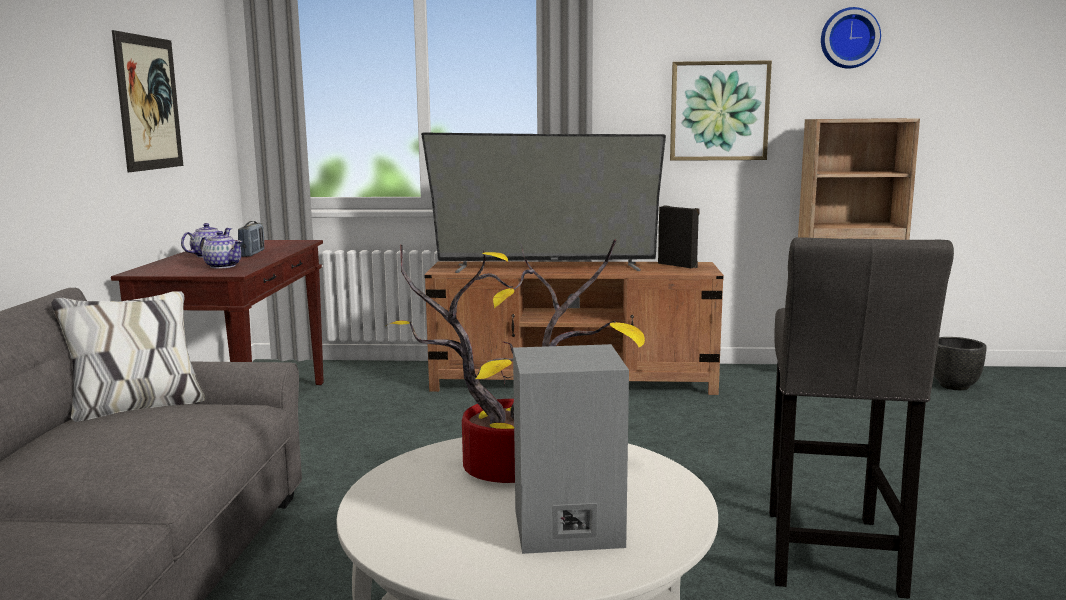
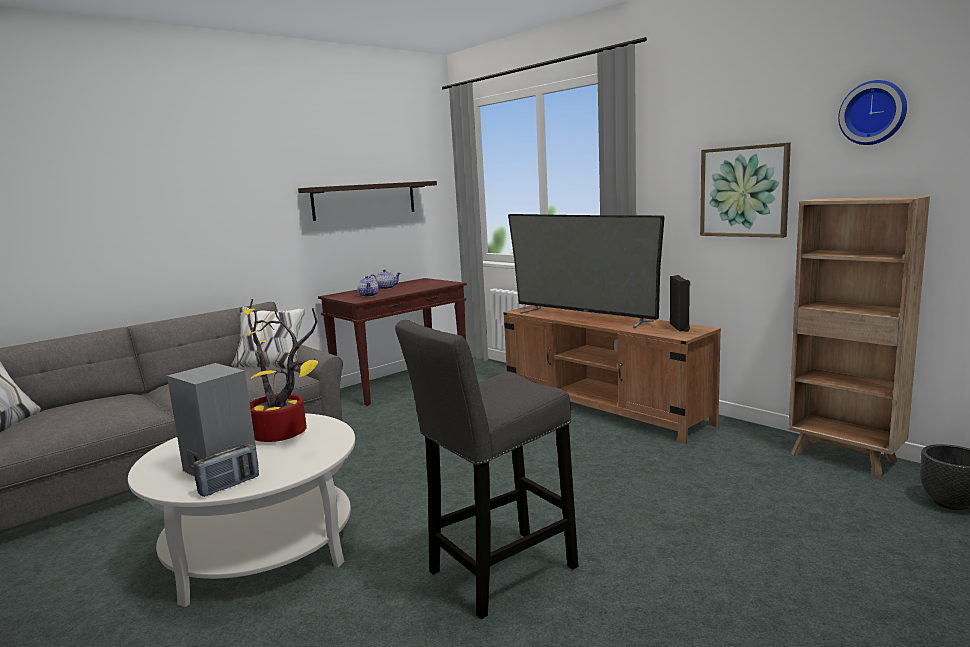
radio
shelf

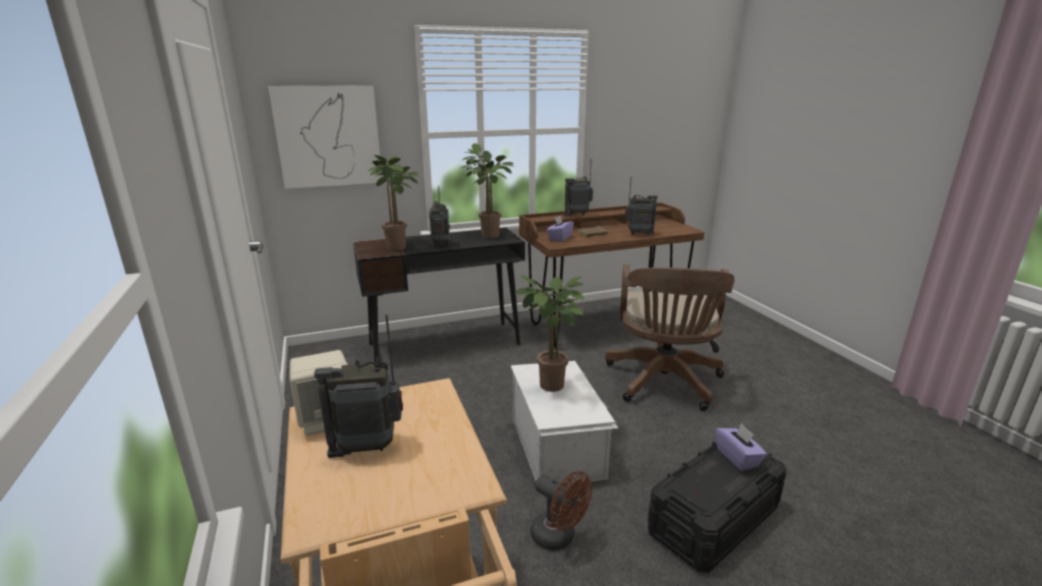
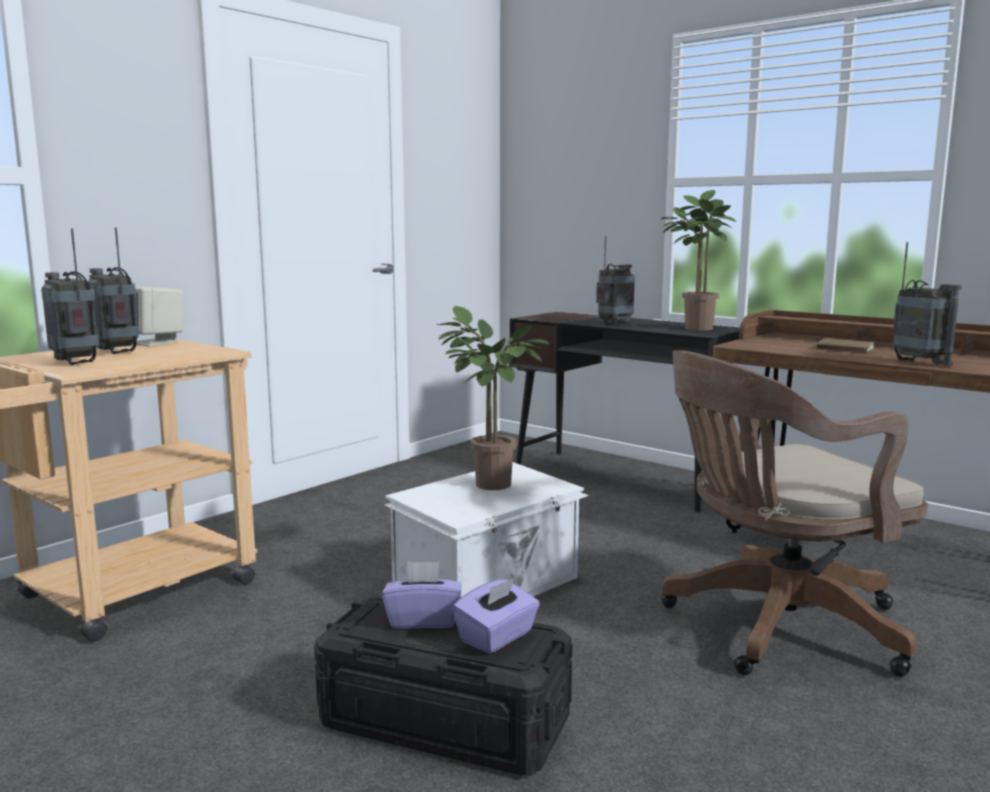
picture
potted plant (no. 1 from left in the first image)
fan/brown
tissue box/purple (no. 1 from left)
radio (no. 1 from left)

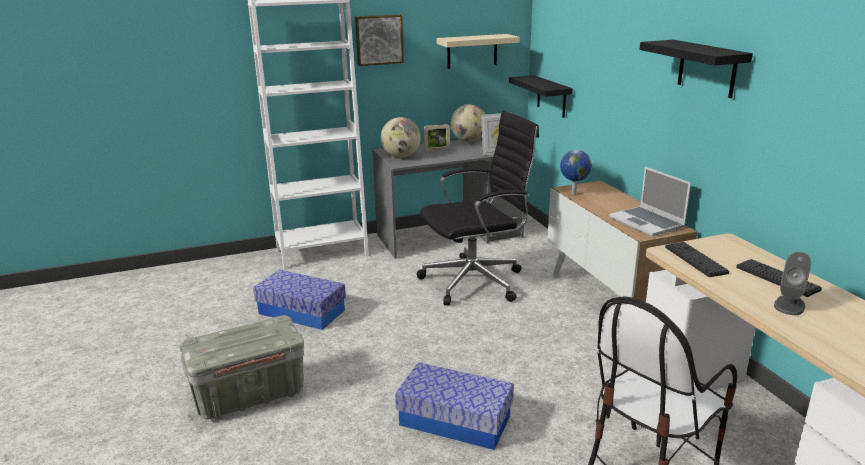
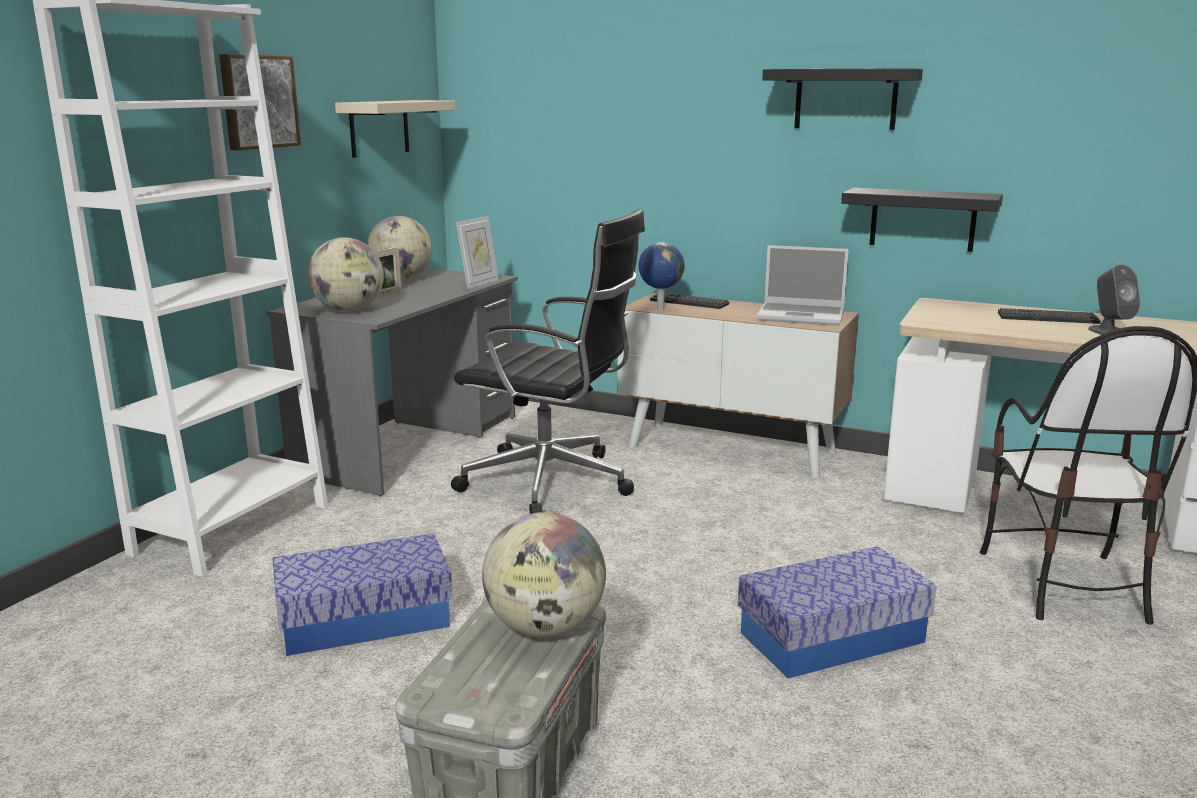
globe (no. 3 from left)
shelf/black (no. 2 from left)
keyboard (no. 1 from left)
office chair/black

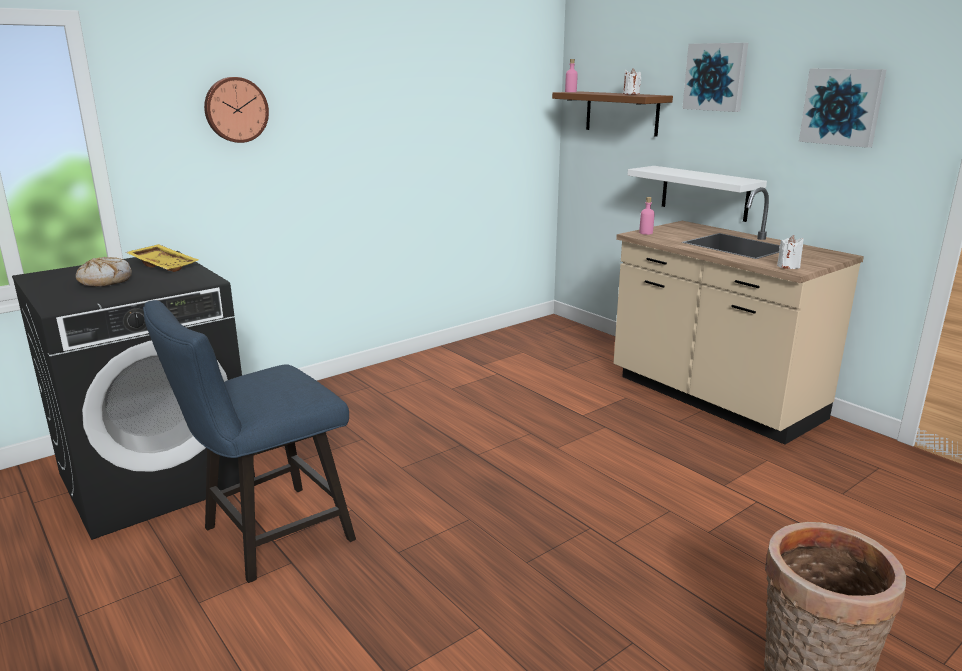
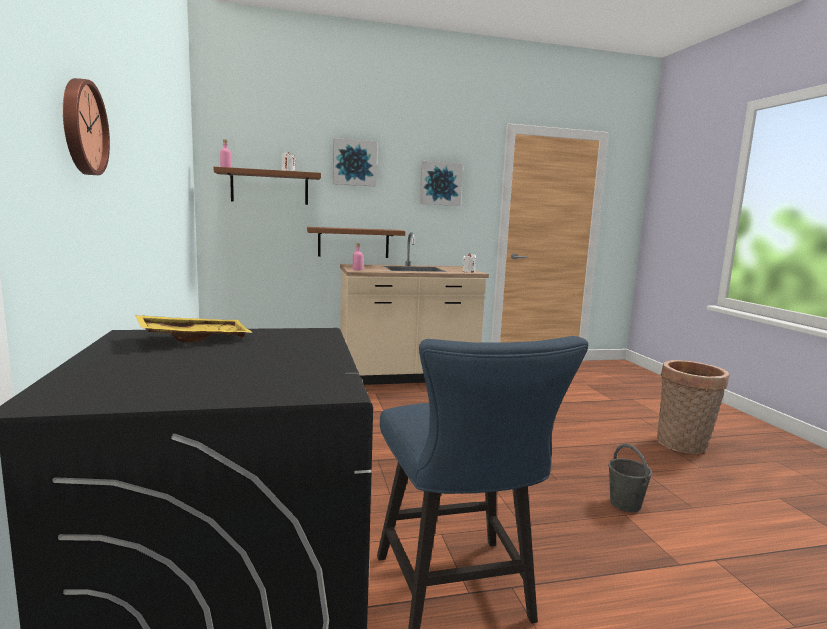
bread
bucket/grey
shelf/brown (no. 2 from left)

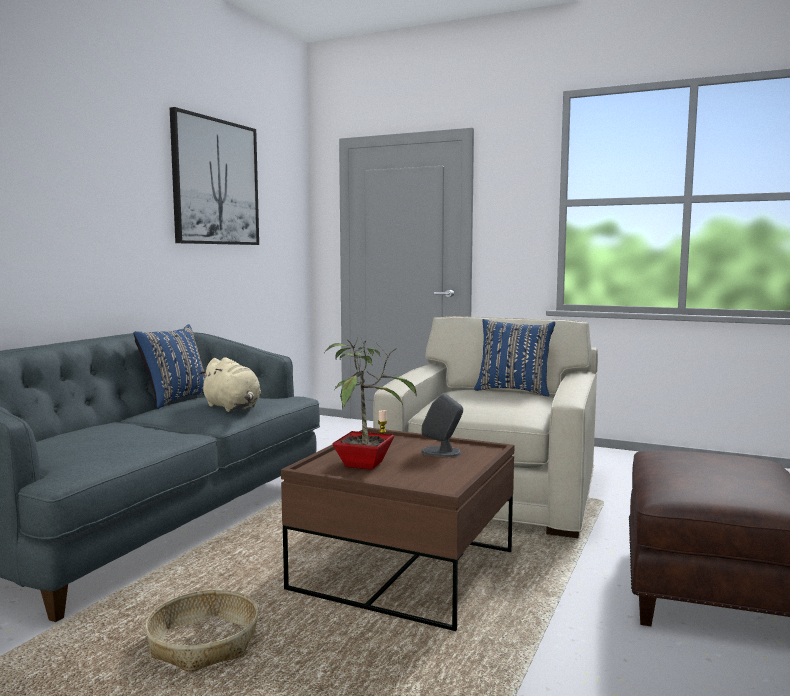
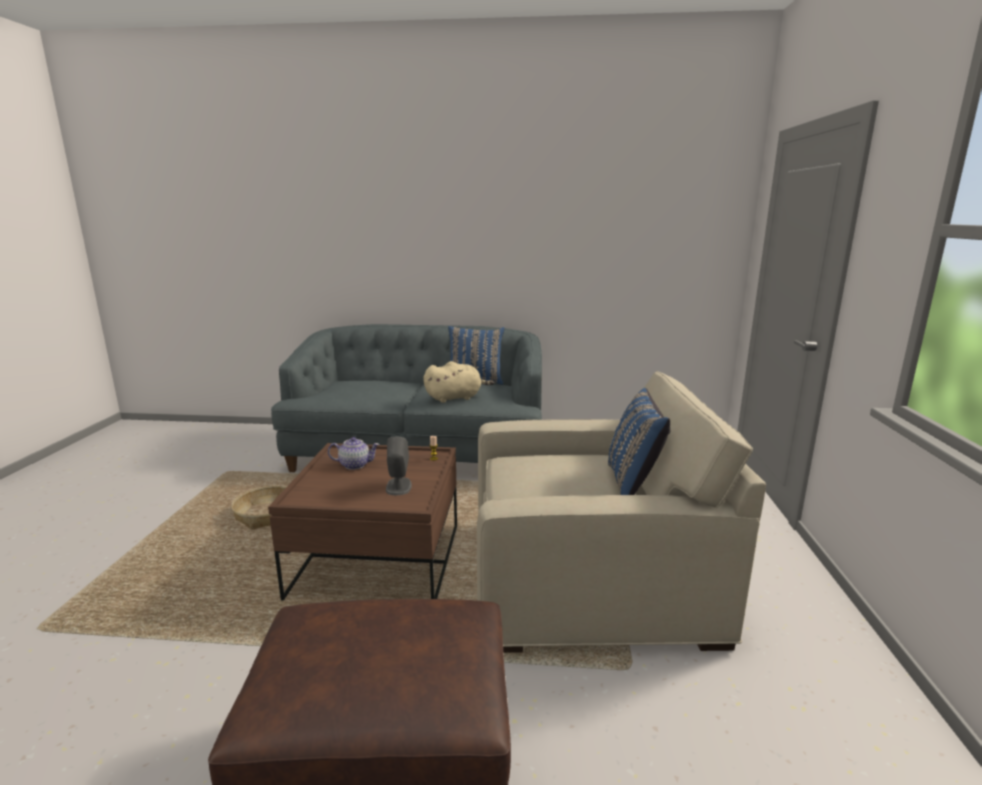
picture
teapot
plush toy/beige

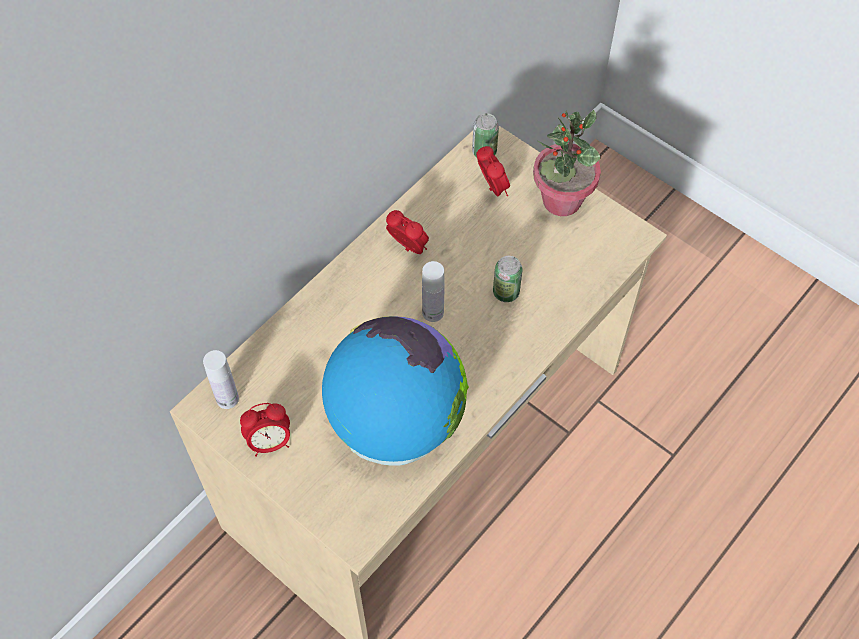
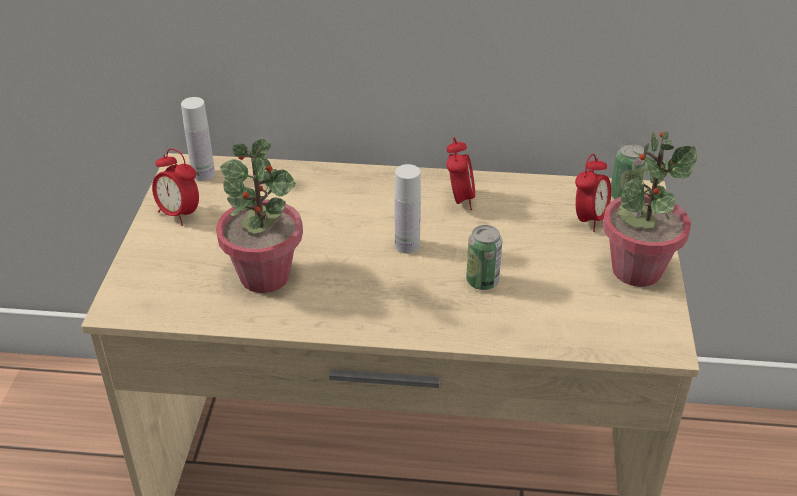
potted plant (no. 1 from left)

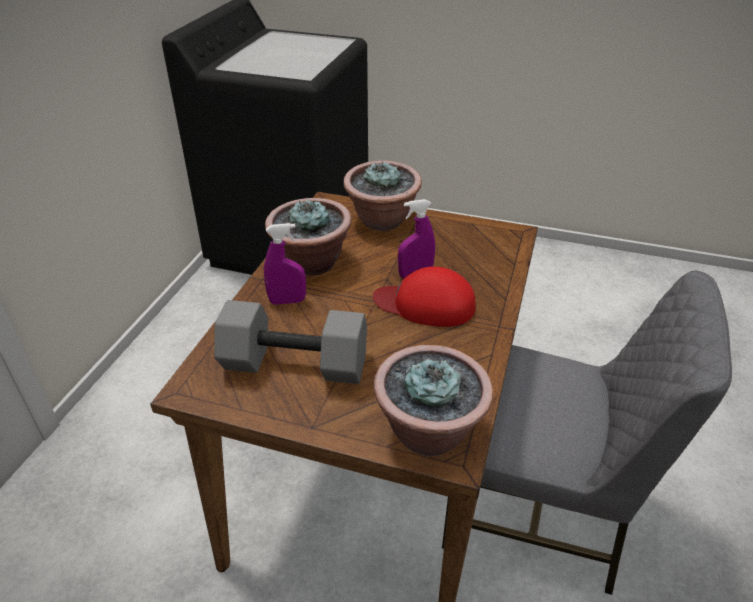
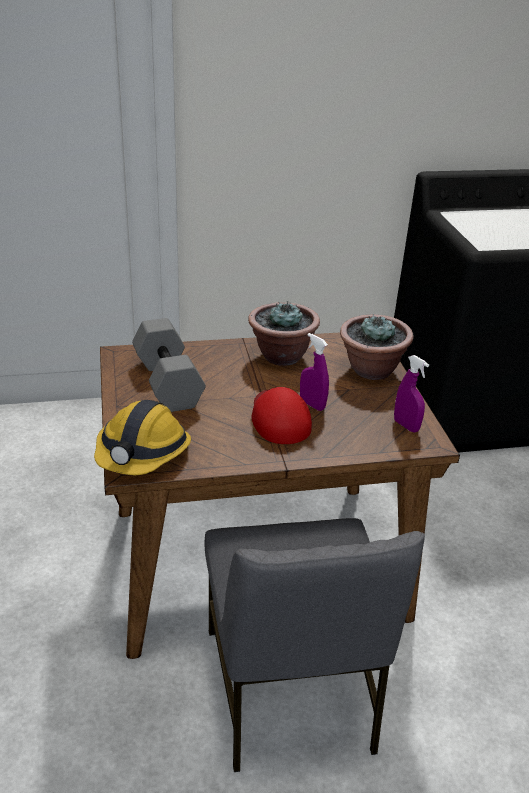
spray bottle/purple (no. 2 from left)
hard hat

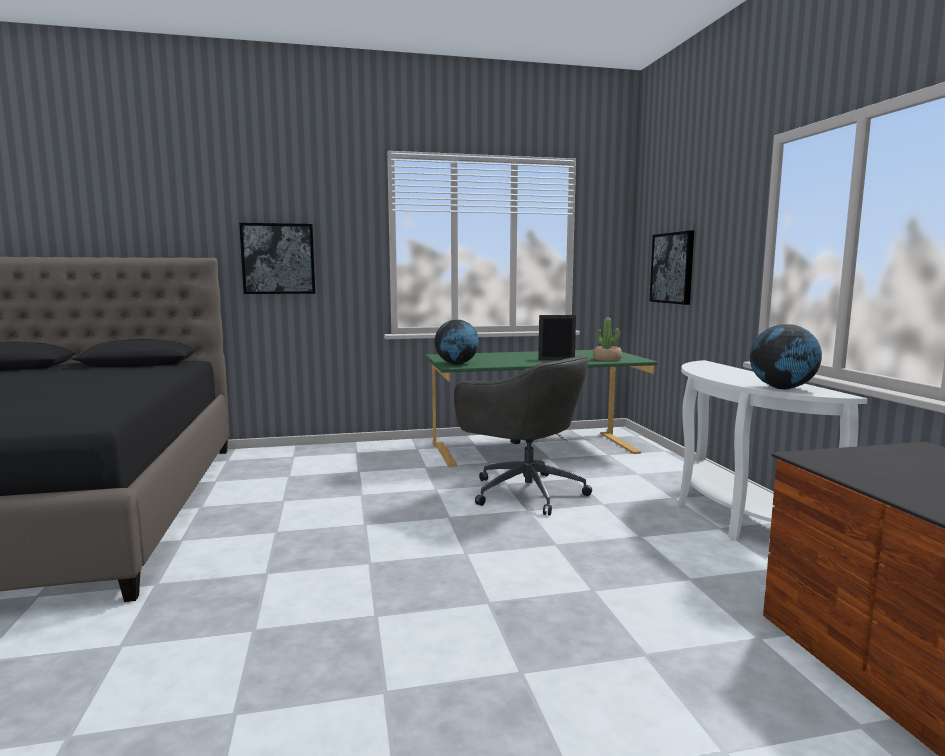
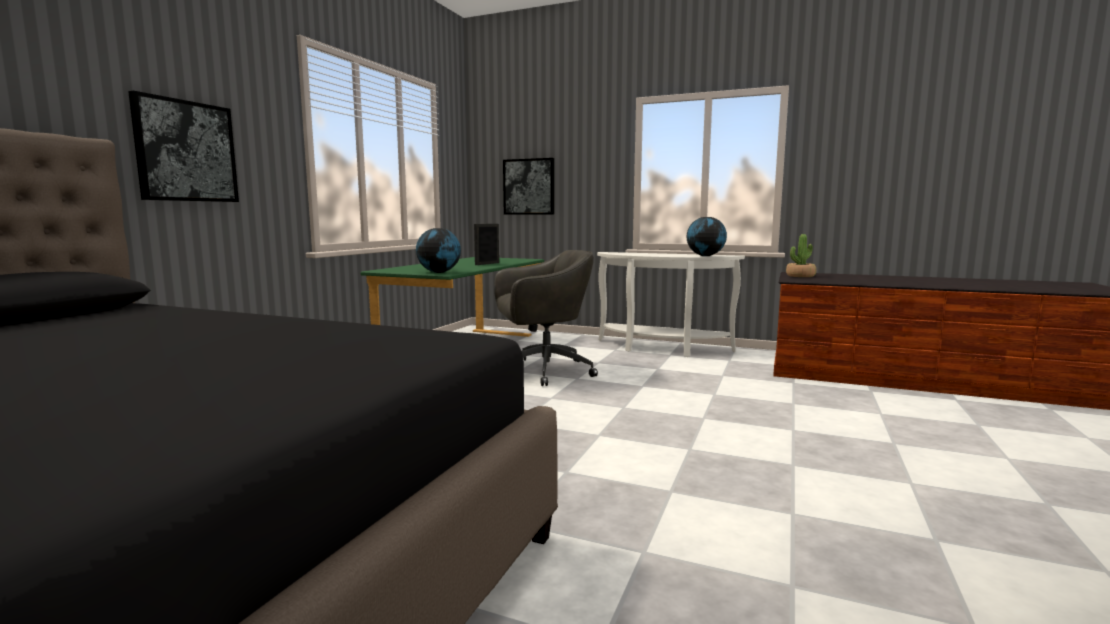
potted plant

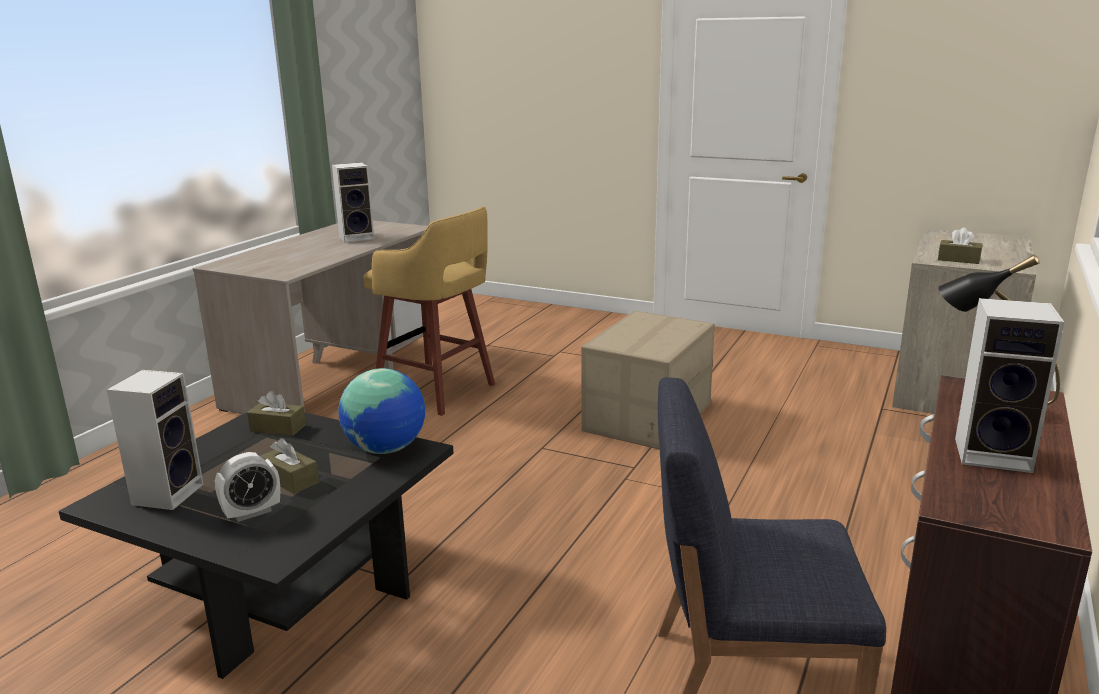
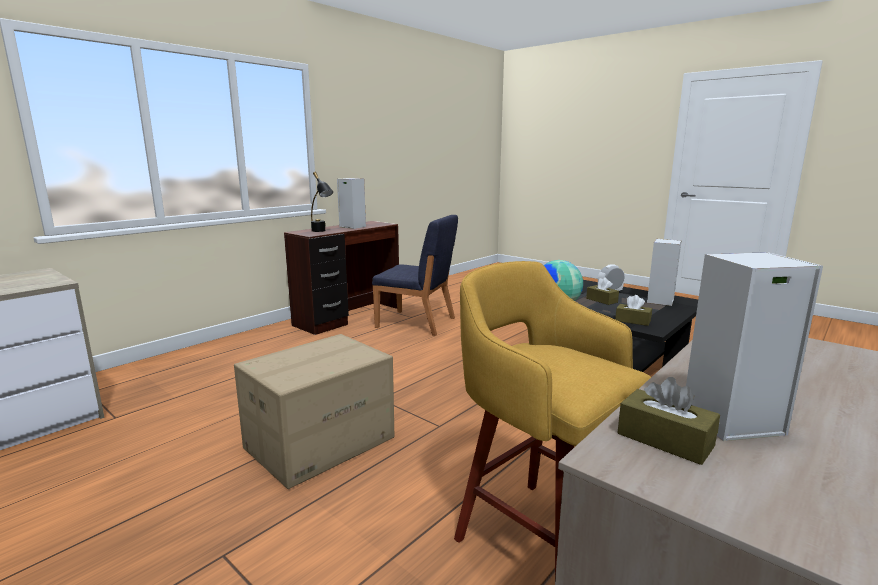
tissue box/brown (no. 3 from left)

